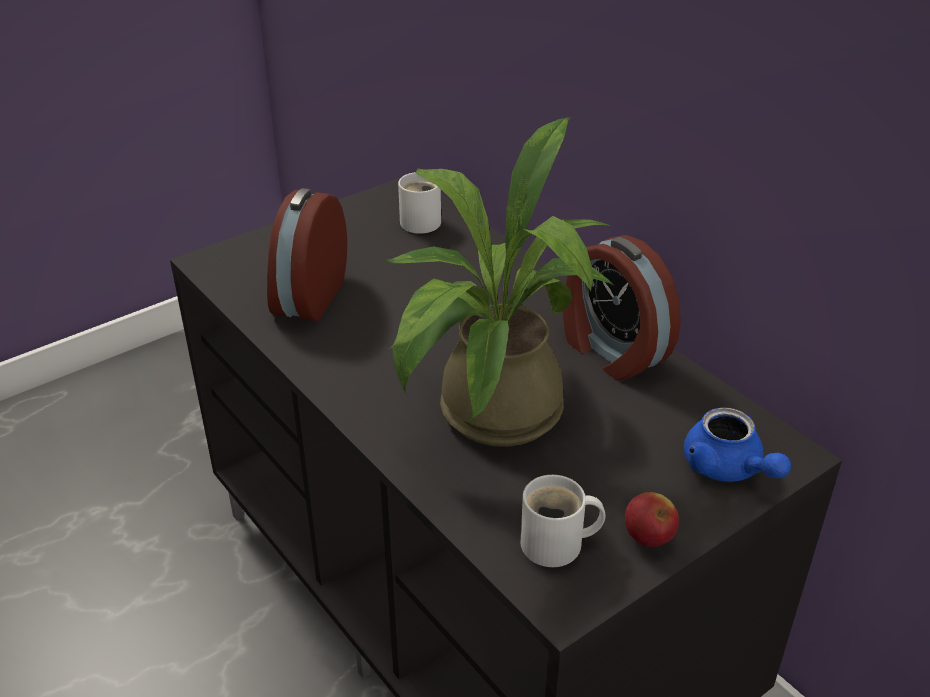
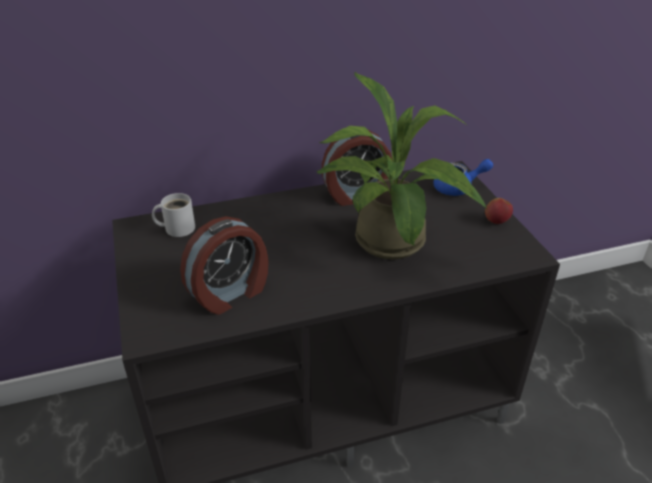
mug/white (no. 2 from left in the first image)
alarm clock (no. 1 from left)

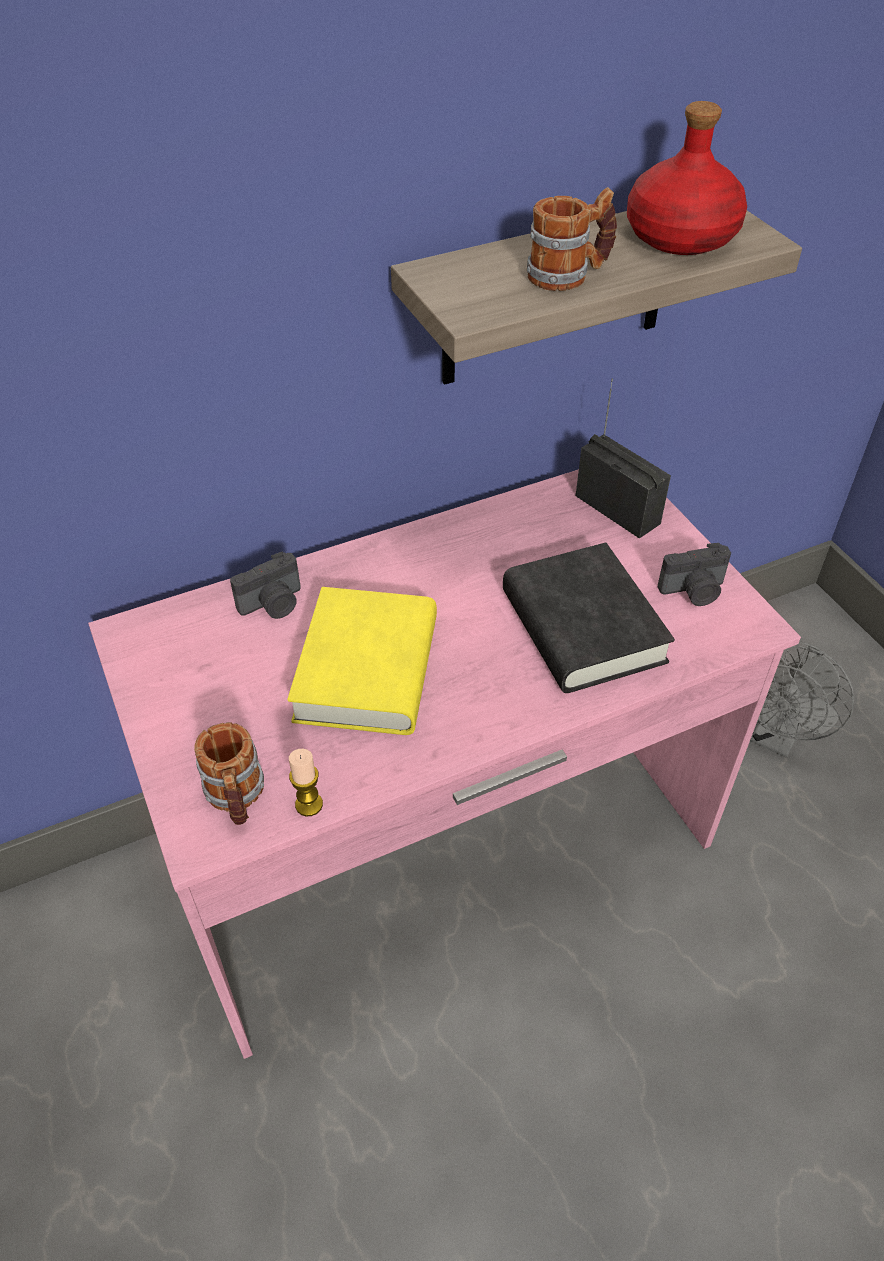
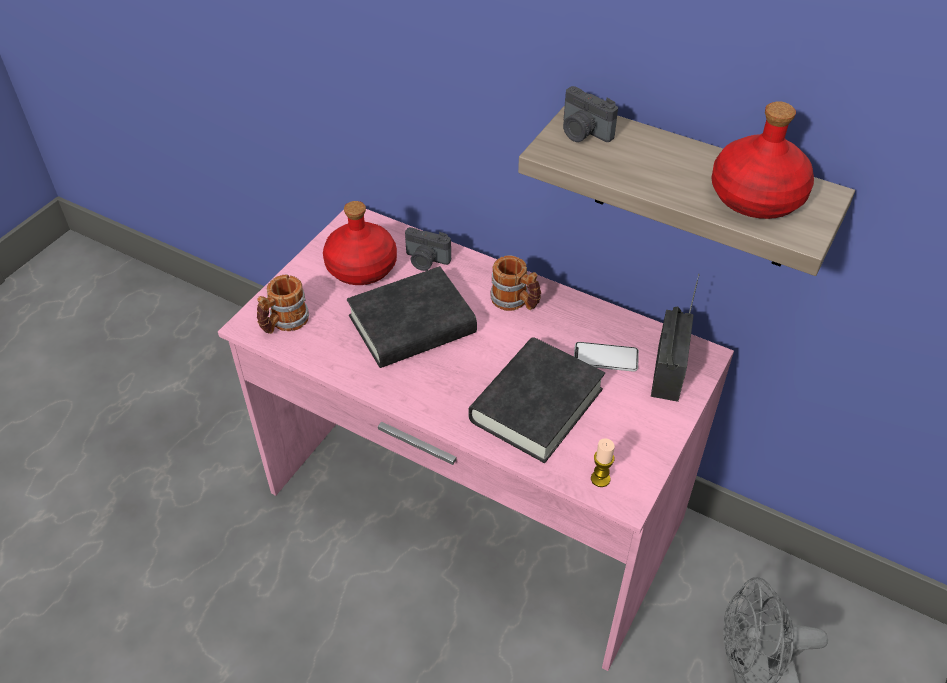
bottle/red (no. 1 from left)
phone
candle
mug (no. 2 from left)
photo camera (no. 2 from left)
book/black (no. 1 from left)

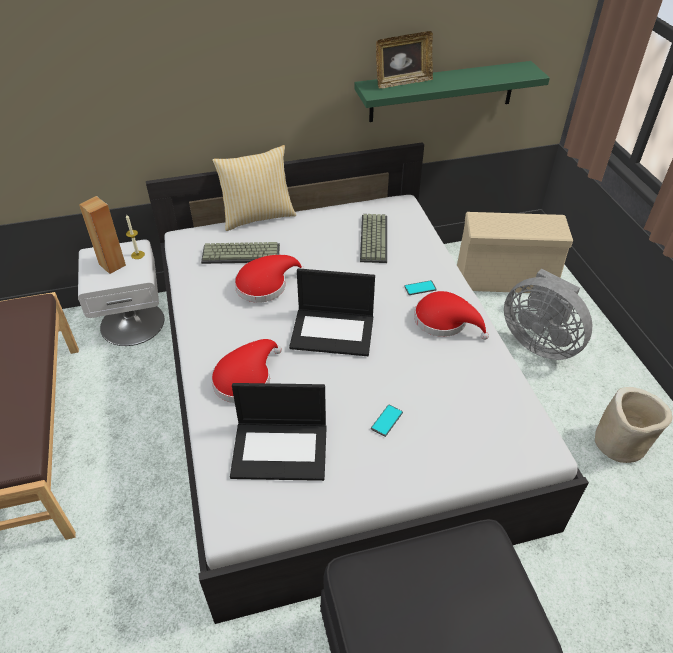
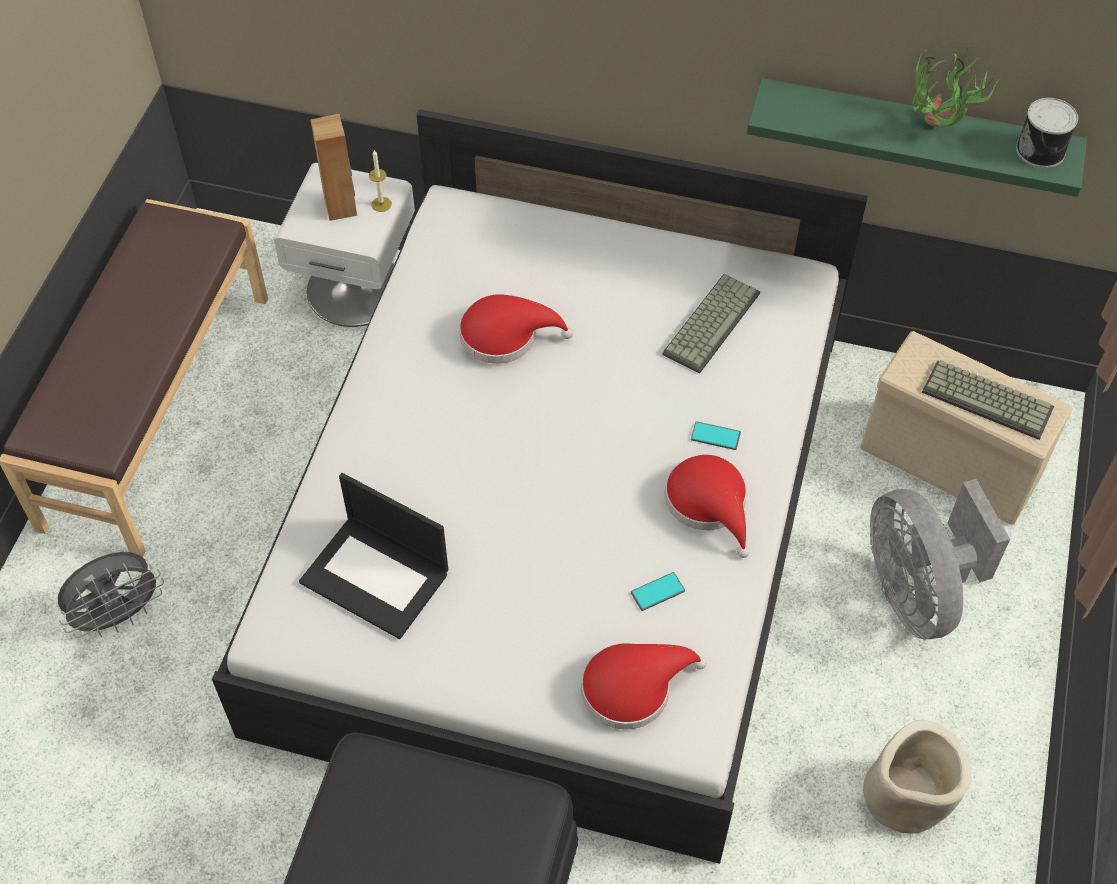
pillow
laptop (no. 2 from left in the first image)
picture frame
fan/grey (no. 1 from left)
potted plant
can
keyboard (no. 2 from left)
hat/red (no. 2 from left)
phone (no. 1 from left)

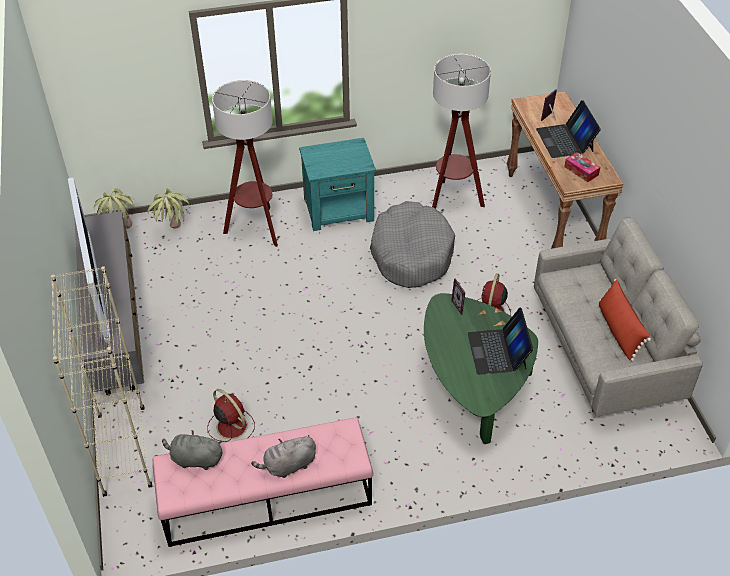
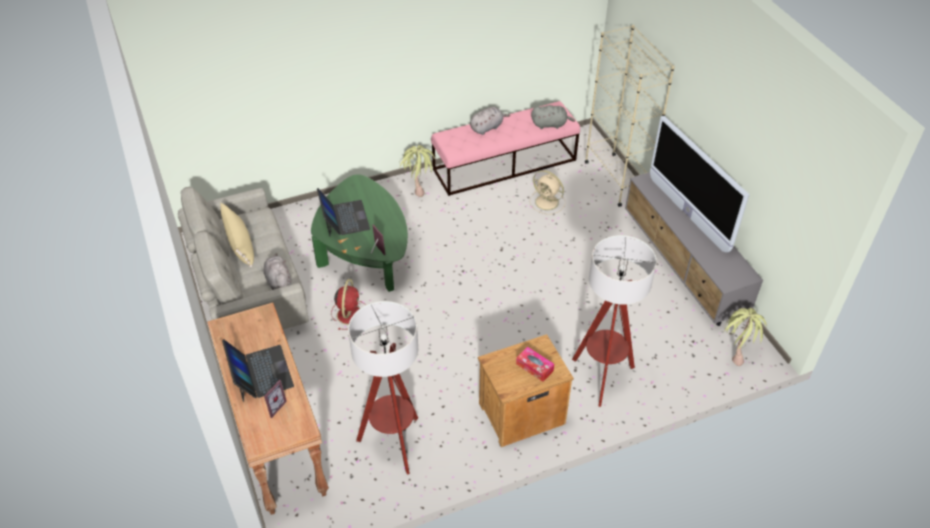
dog bed/grey
plush toy/grey (no. 1 from left)
potted plant (no. 1 from left)
tissue box
fan/beige
nightstand/brown
pillow/beige

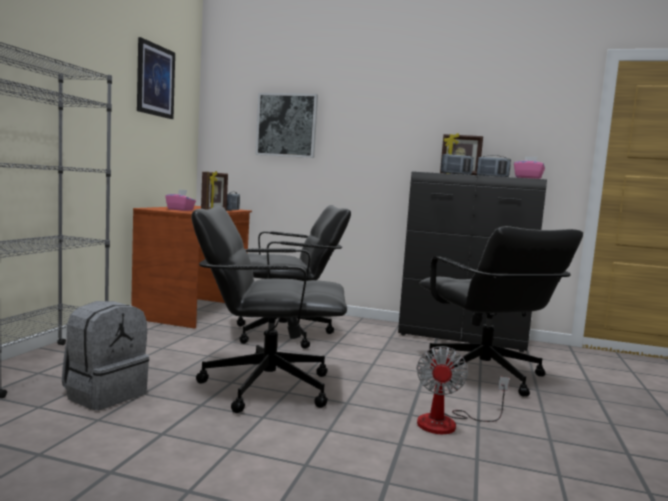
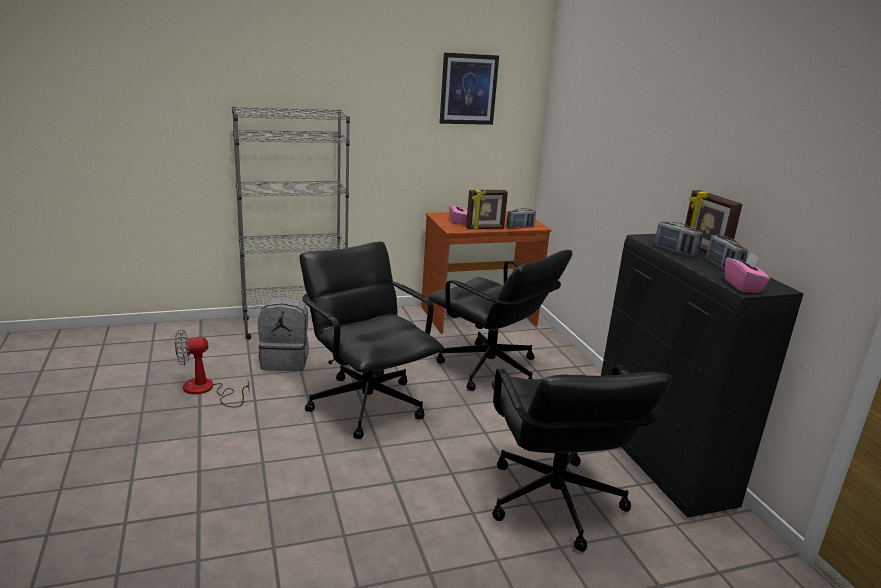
picture (no. 2 from left in the first image)
fan
office chair/black (no. 3 from left)

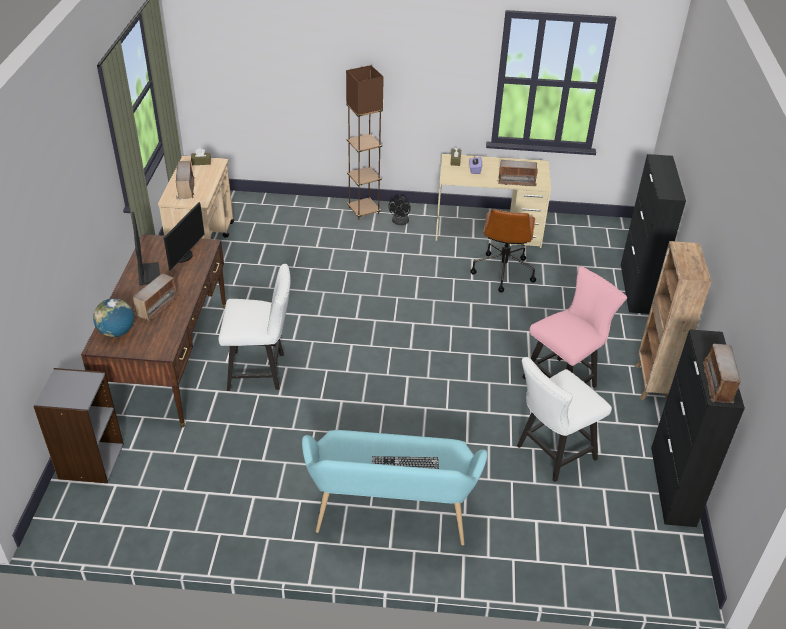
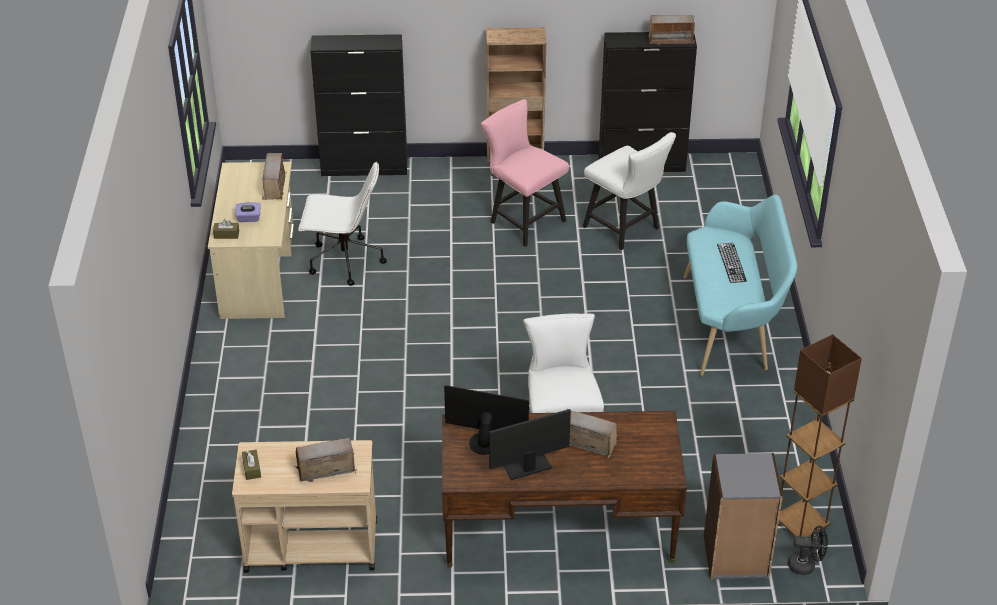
globe
floor lamp/brown
fan/black
office chair/white

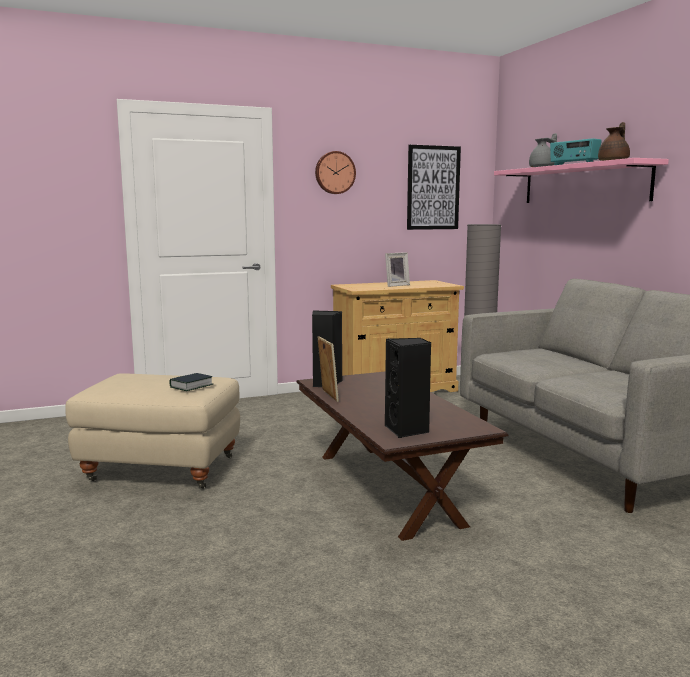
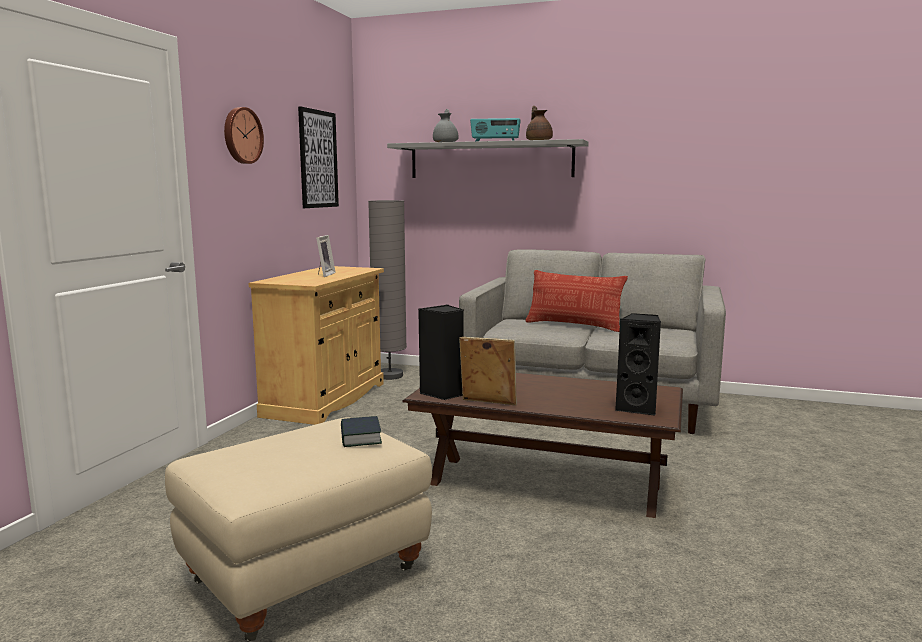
pillow
shelf/grey

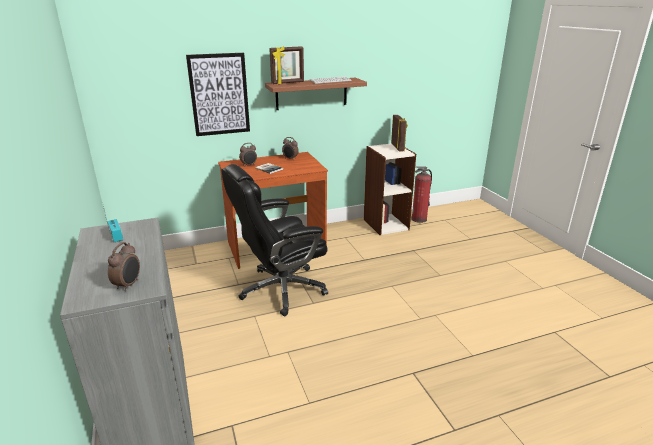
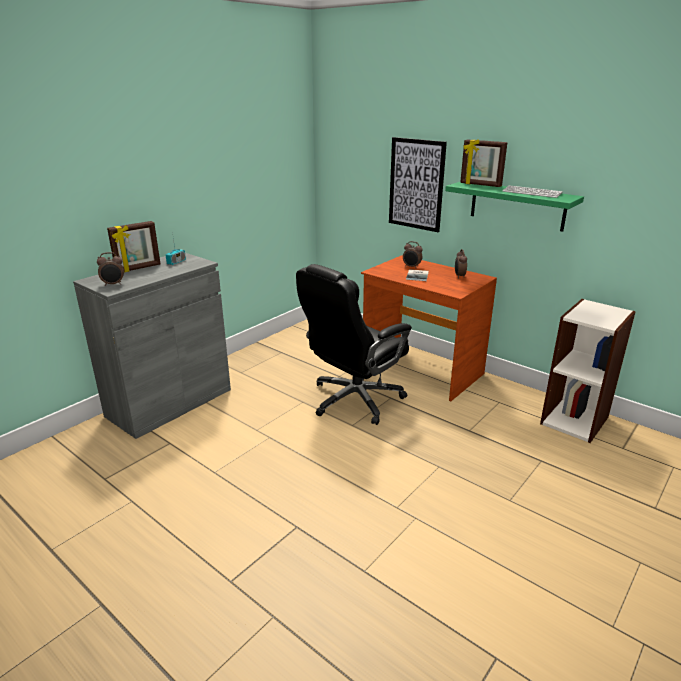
fire extinguisher
picture frame (no. 1 from left)
shelf/green
office chair/black

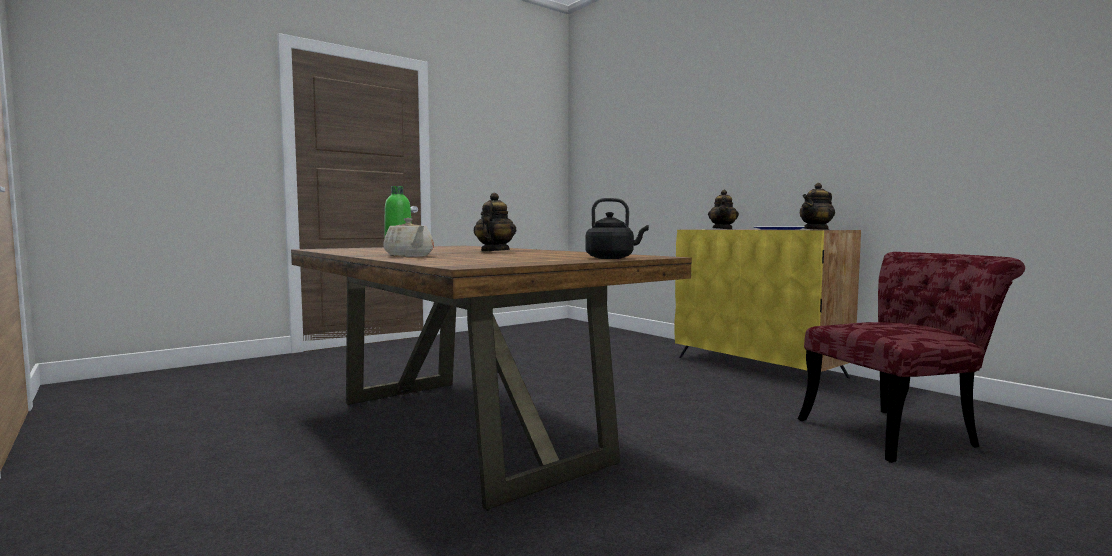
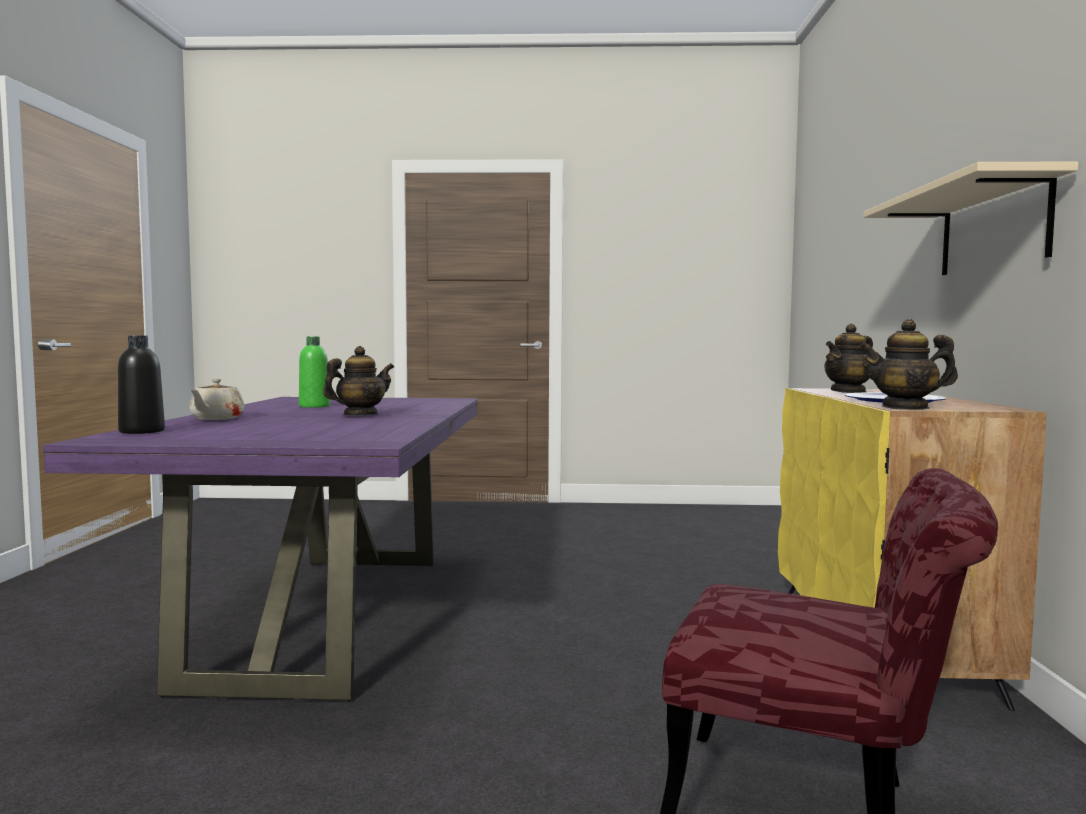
kettle/black
bottle/black
shelf/beige
dining table/purple

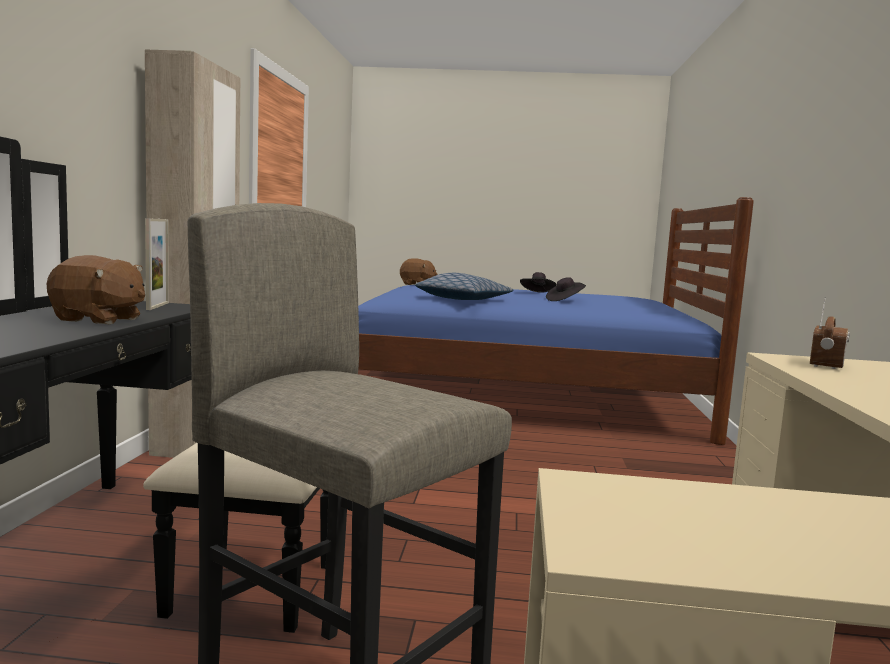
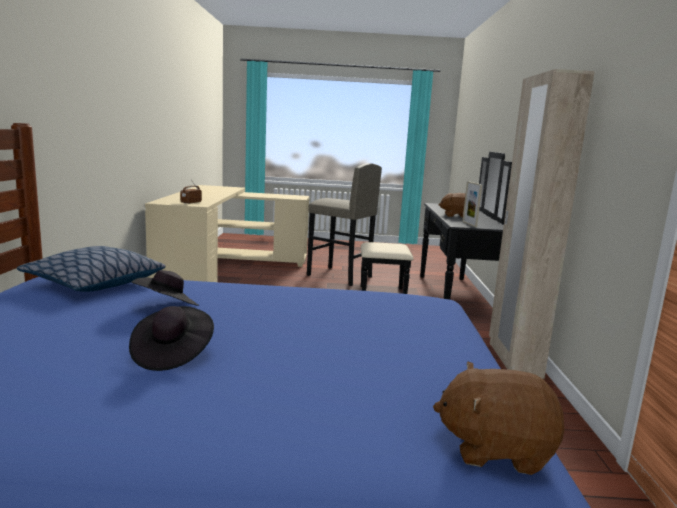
pillow

